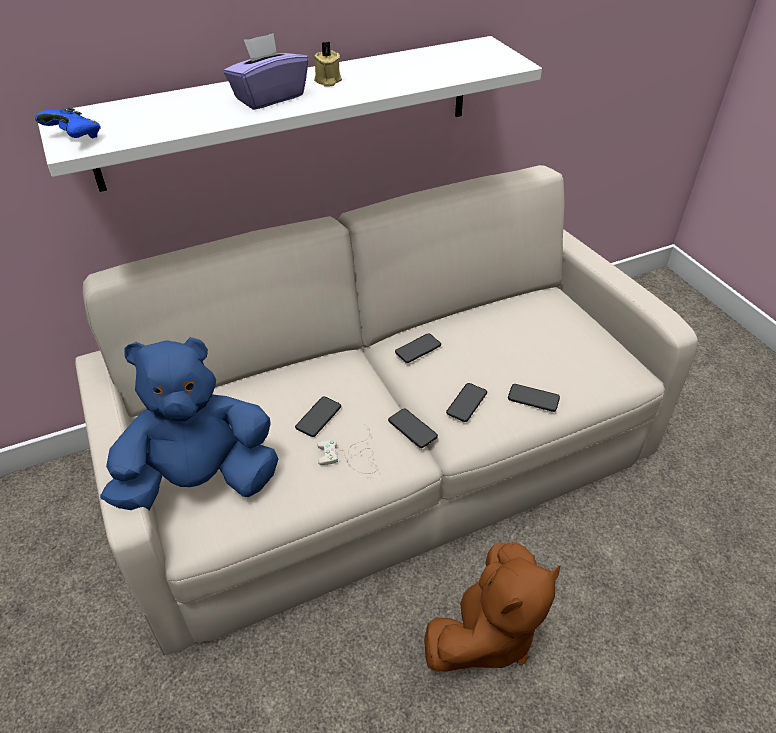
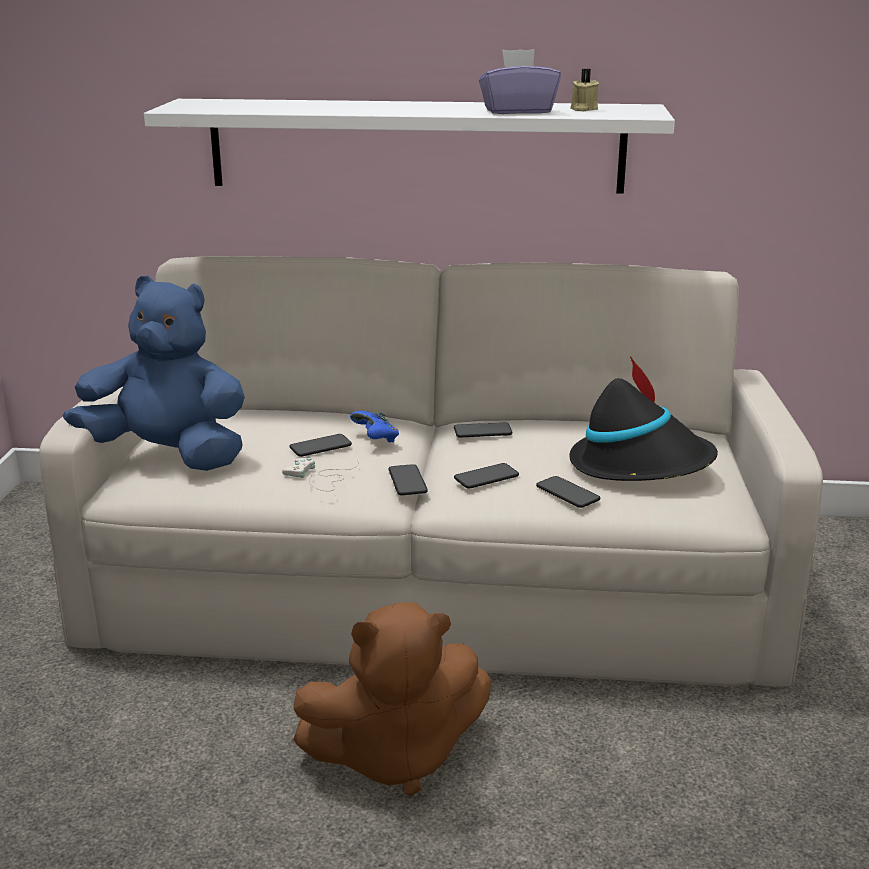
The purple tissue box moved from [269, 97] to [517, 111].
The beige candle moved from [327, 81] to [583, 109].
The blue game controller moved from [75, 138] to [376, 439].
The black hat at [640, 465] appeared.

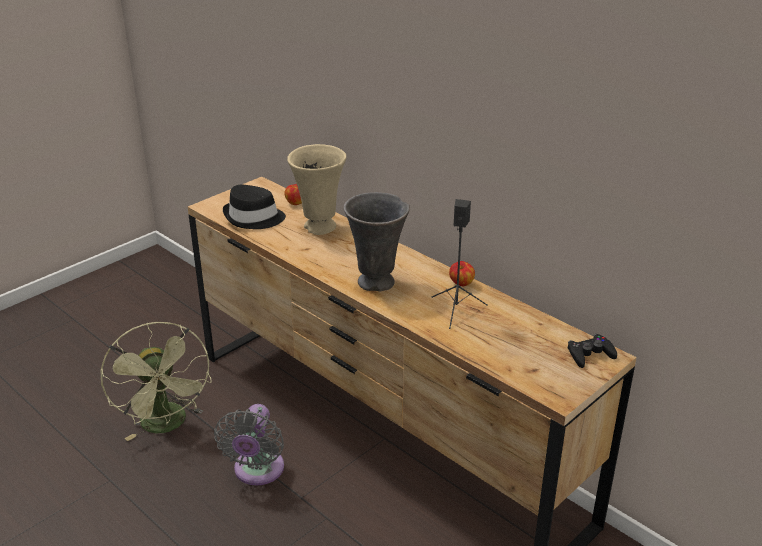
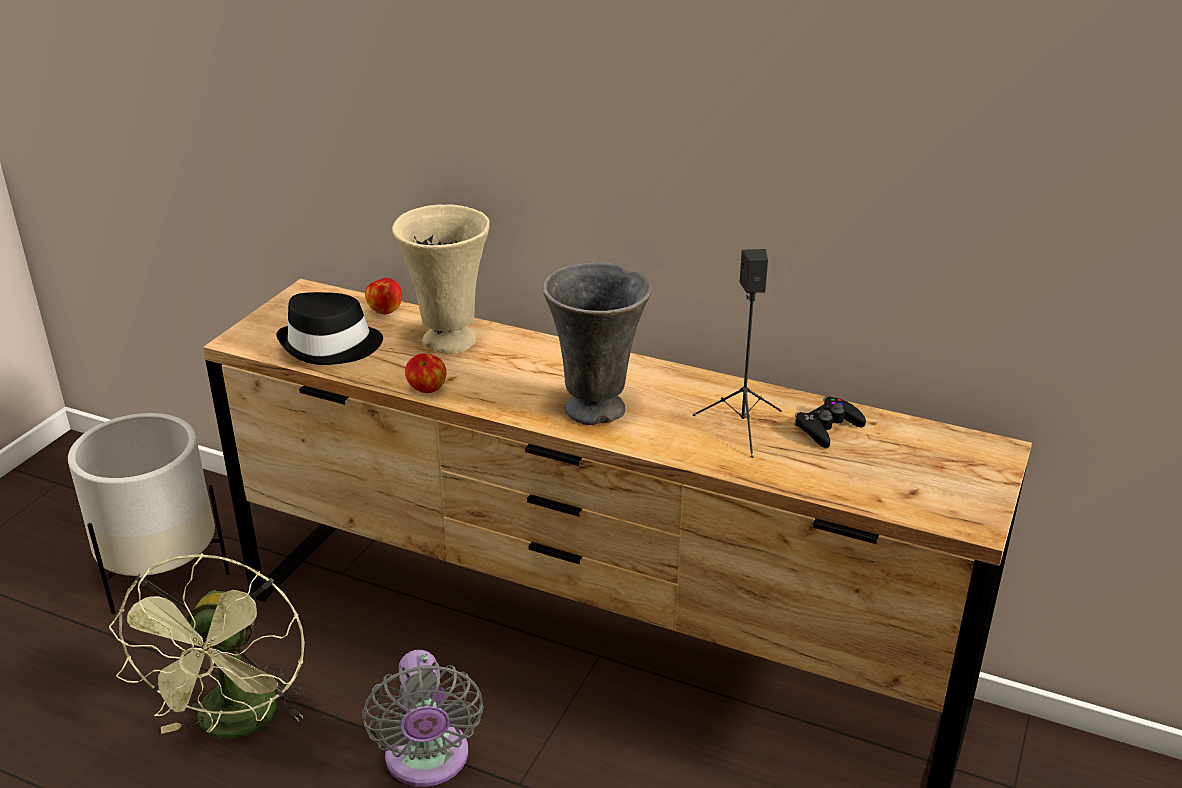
The apple moved from [461, 284] to [427, 390].
The green fan at [167, 425] turned 45 degrees clockwise.
The black game controller moved from [590, 355] to [827, 428].
The white planter at [163, 574] appeared.

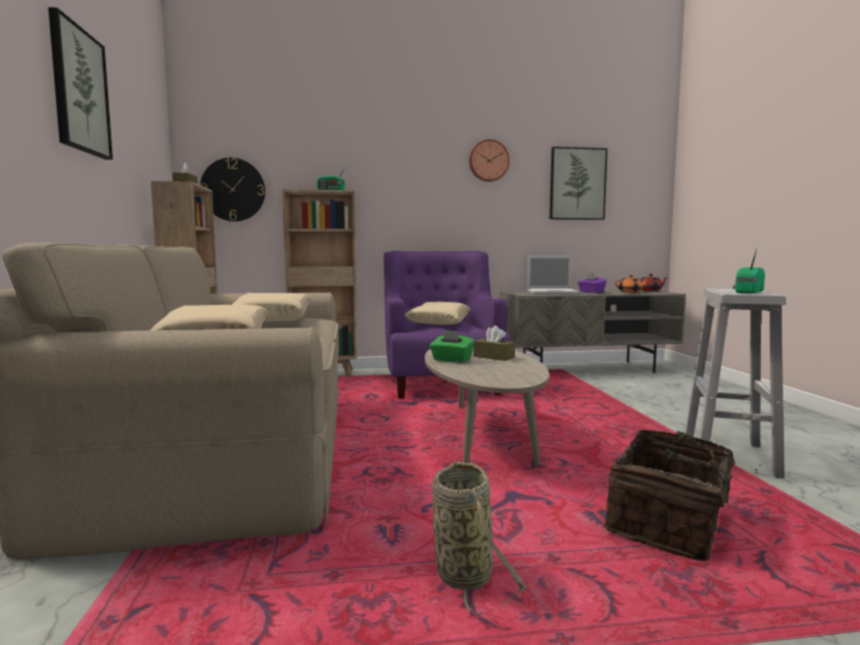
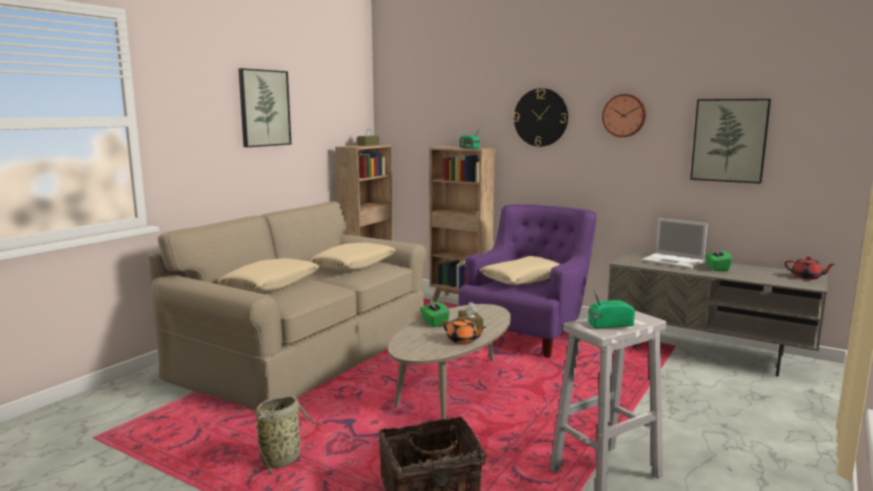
The wall clock moved from [233, 190] to [540, 117].
The purple tissue box at [591, 292] became the green tissue box at [717, 268].
The orange teapot moved from [631, 292] to [463, 340].

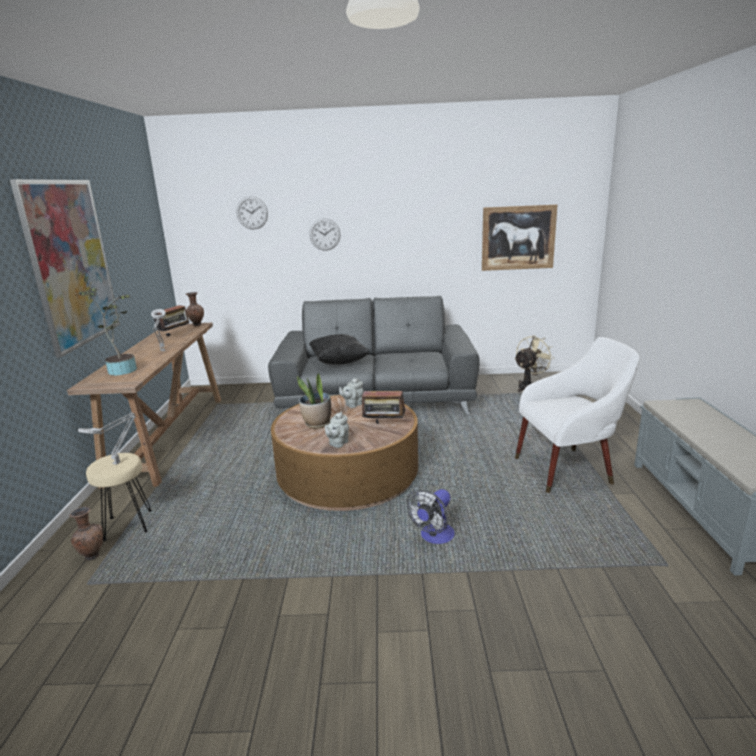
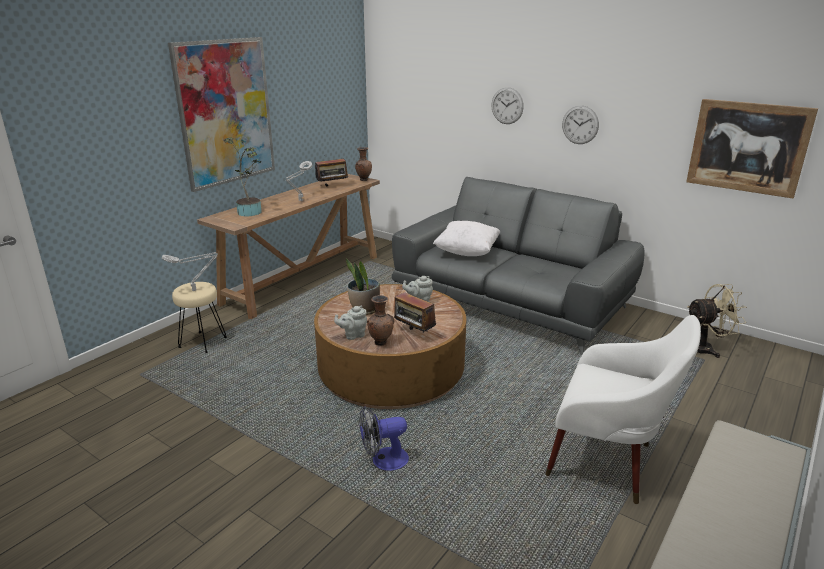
The wall clock moved from [252, 213] to [580, 125].
The black pillow at [339, 362] became the white pillow at [467, 252].
The brown vase moved from [92, 556] to [380, 342].

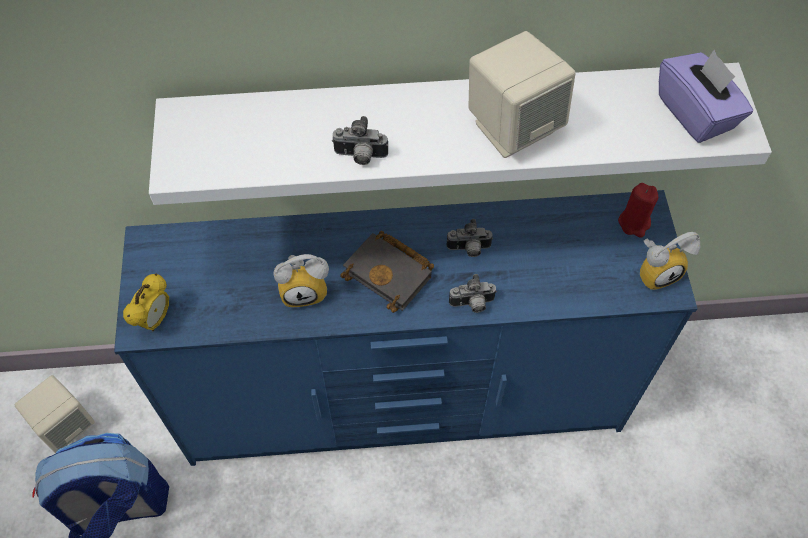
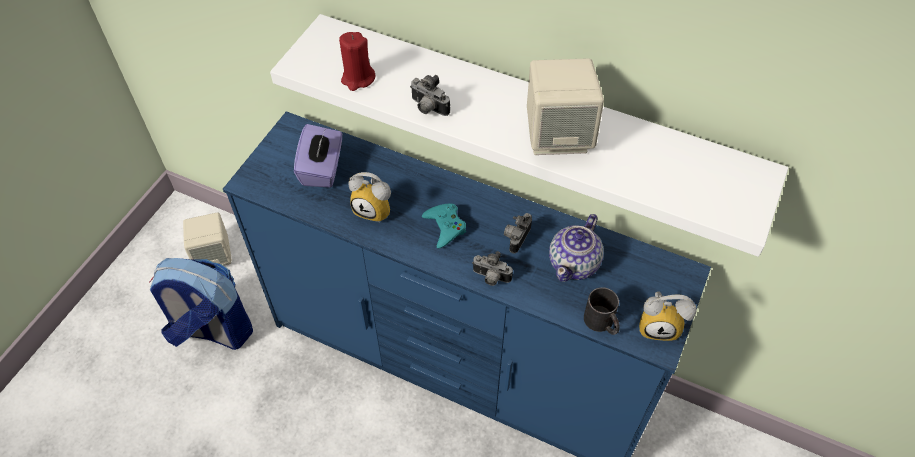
The purple tissue box moved from [695, 113] to [322, 169].
The red candle moved from [634, 223] to [357, 78].
The photo camera at [469, 249] turned 90 degrees clockwise.
The black book at [391, 274] was replaced by the turquoise game controller at [445, 227].
The alarm clock at [155, 319] disappeared.
The teapot at [574, 263] appeared.
The black mug at [602, 323] appeared.

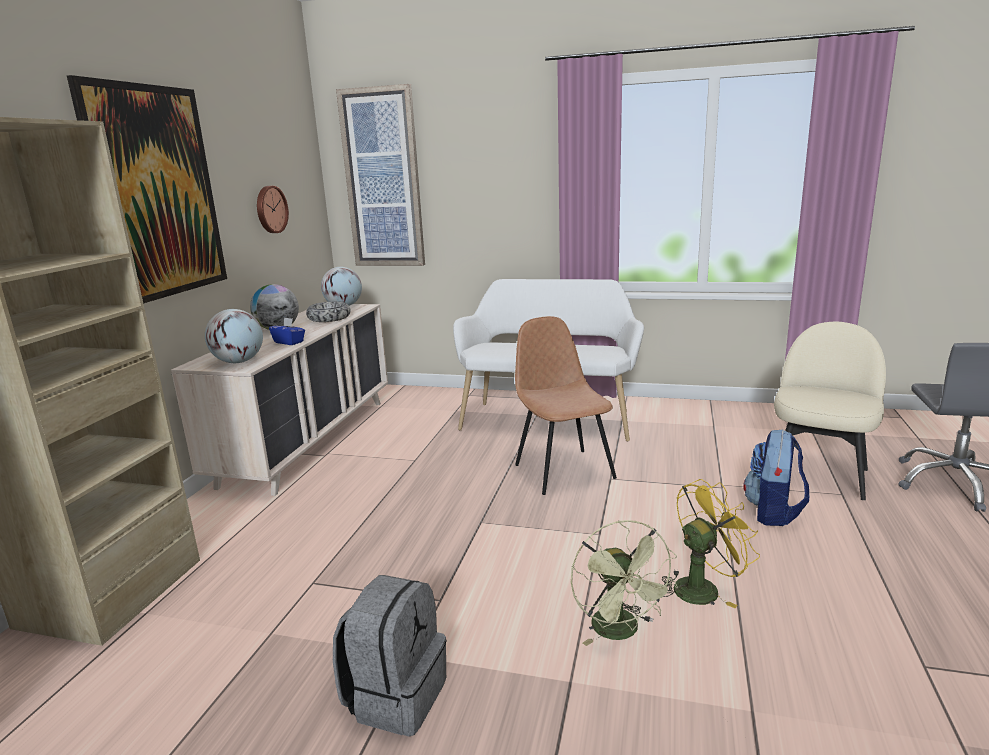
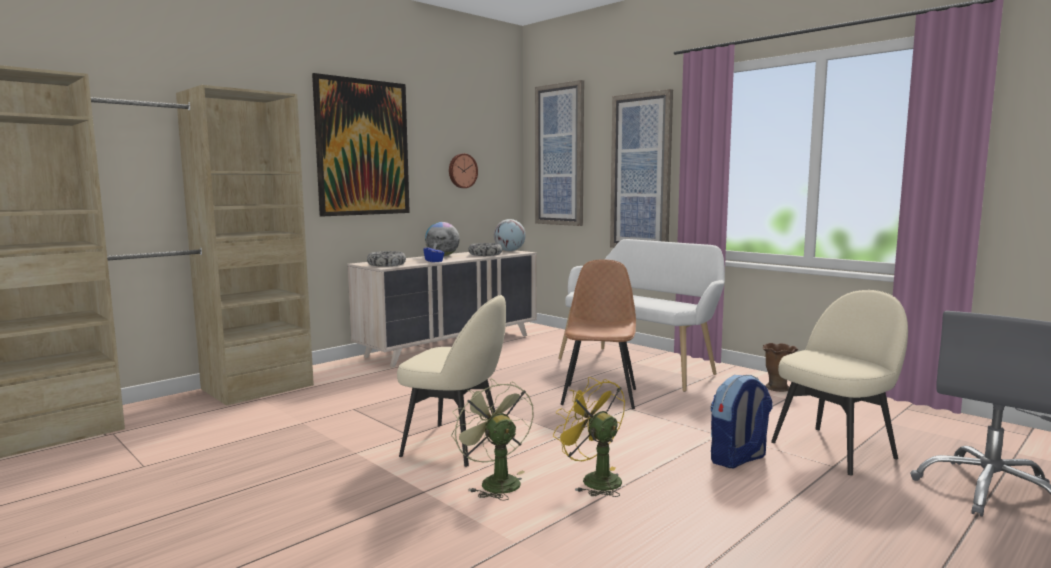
The globe at [238, 362] was replaced by the bowl at [386, 265].
The yellow fan at [702, 587] turned 135 degrees counterclockwise.
The green fan at [621, 632] turned 135 degrees clockwise.
The grey backpack at [396, 696] disappeared.
The picture at [641, 172] appeared.
The beige chair at [455, 444] appeared.
The brown vase at [777, 388] appeared.

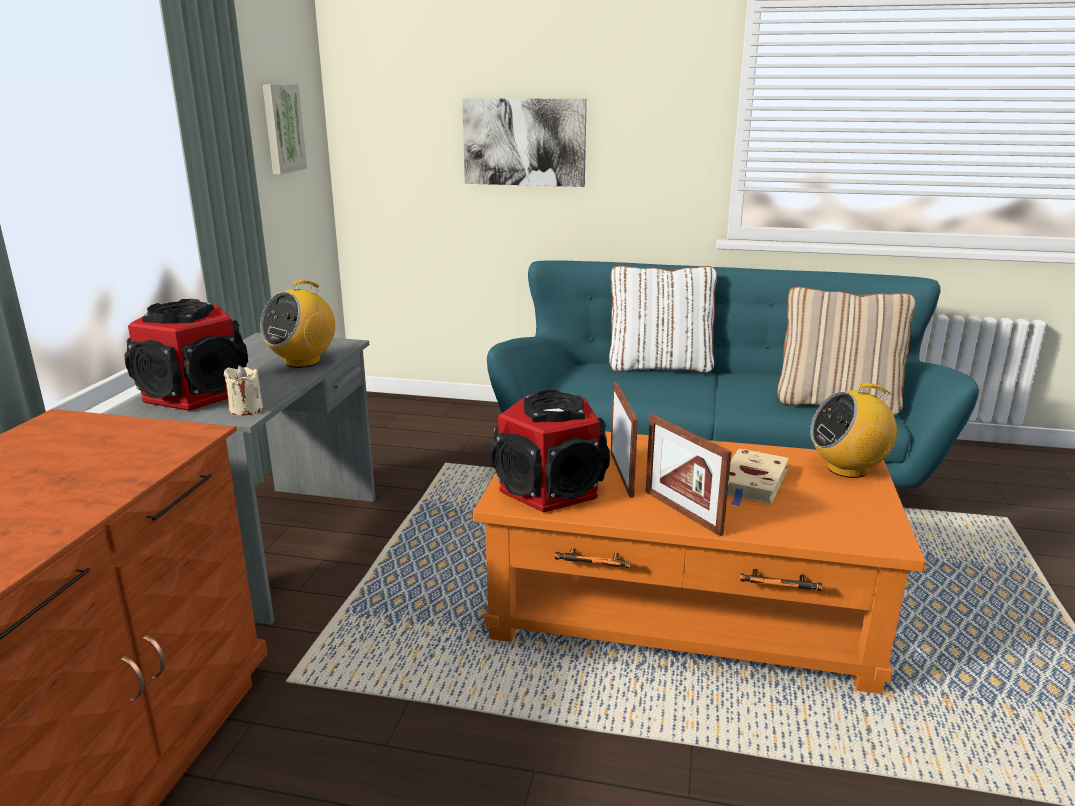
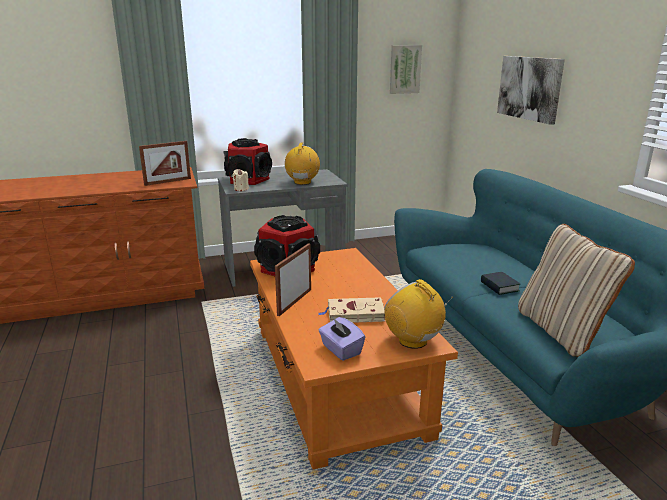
The white pillow at [659, 366] disappeared.
The radio at [303, 362] turned 90 degrees clockwise.
The picture frame moved from [621, 474] to [168, 182].
The book at [499, 287] appeared.
The purple tissue box at [341, 350] appeared.

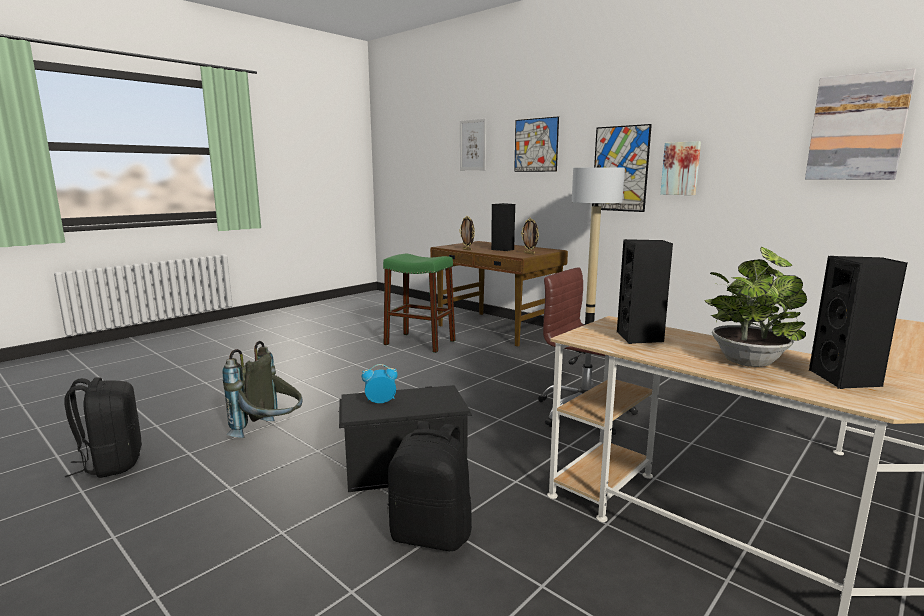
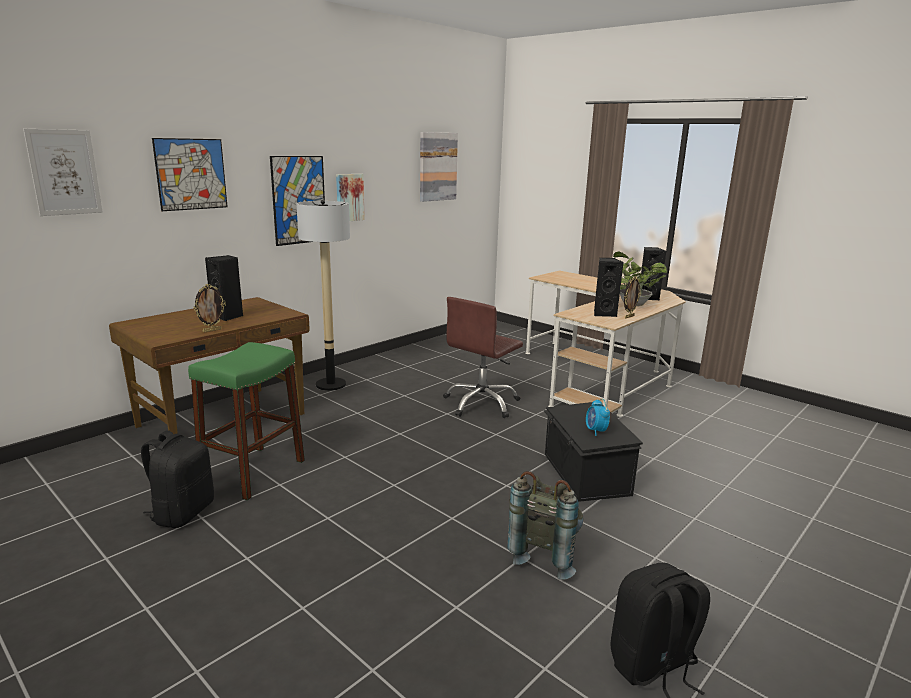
The picture frame moved from [529, 253] to [629, 317].
The black backpack moved from [432, 534] to [182, 512].

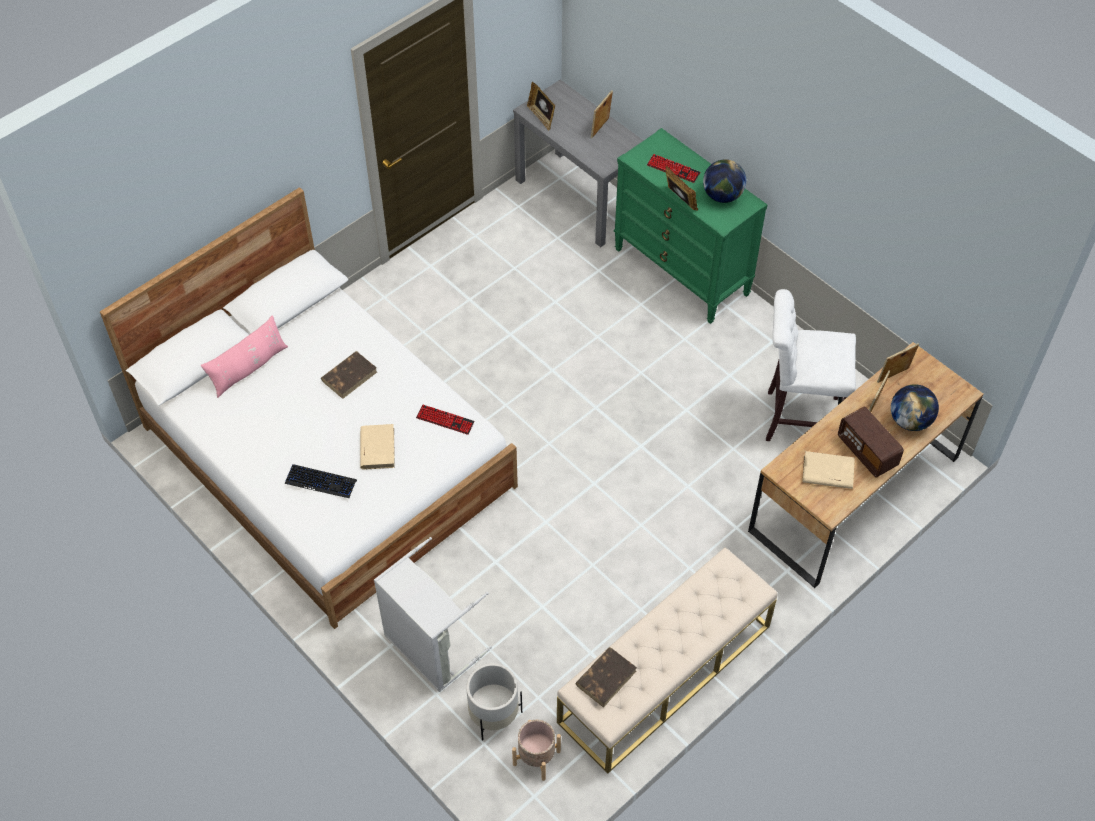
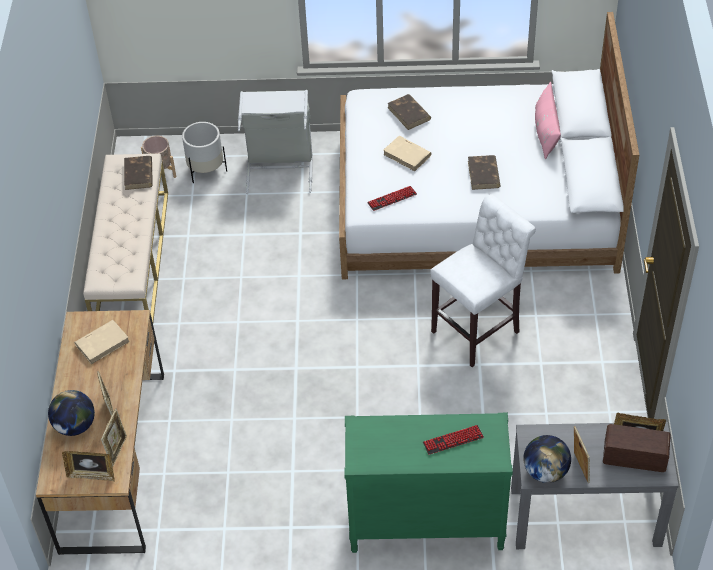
The globe moved from [722, 196] to [545, 471].
The picture frame moved from [679, 200] to [91, 475].
The white stool moved from [796, 418] to [479, 330].
The radio moved from [867, 452] to [634, 458].
The keyboard at [321, 482] was replaced by the brown book at [409, 114].

